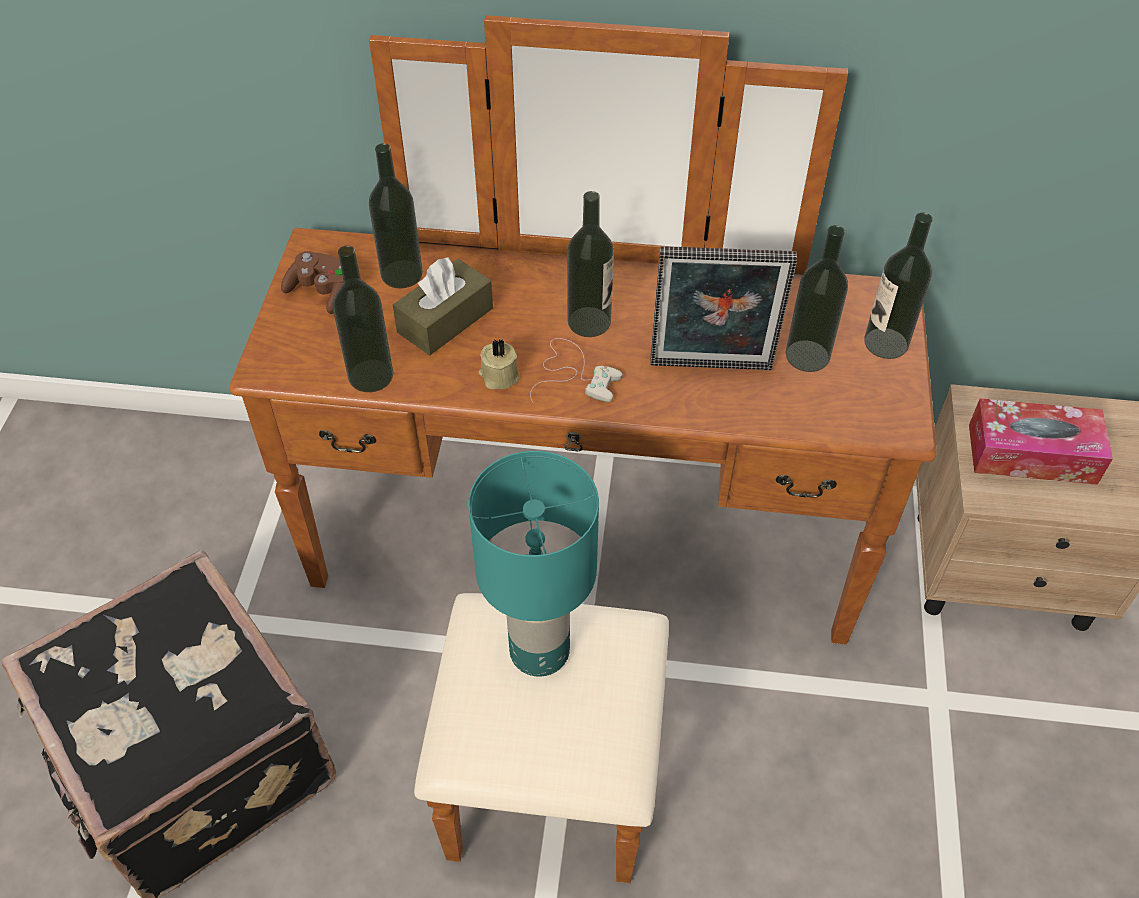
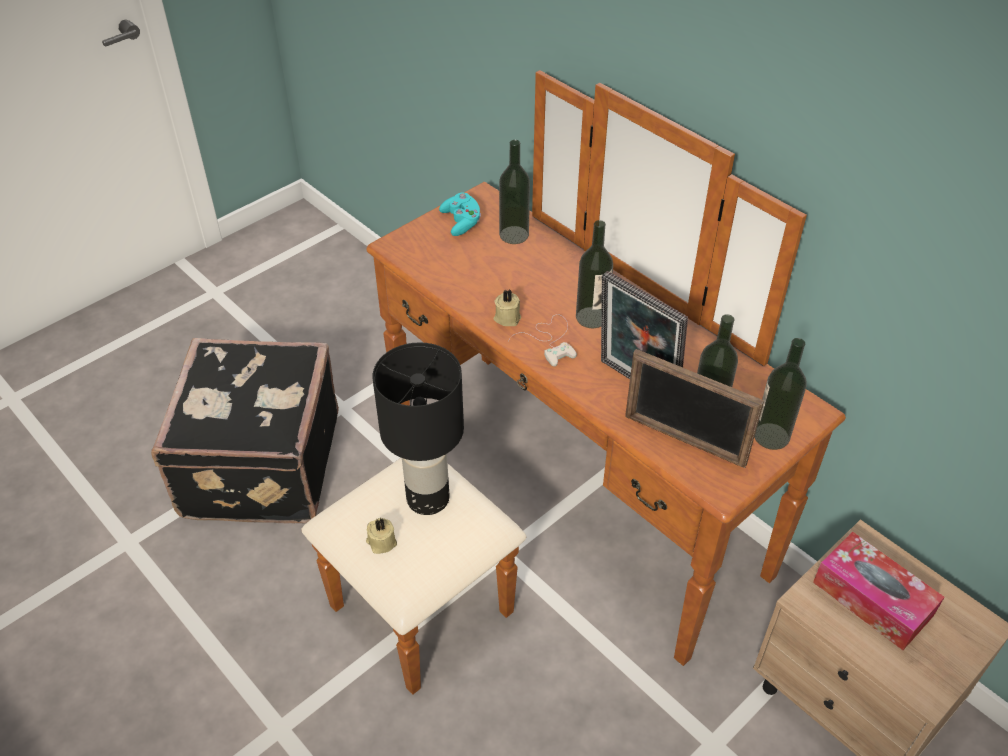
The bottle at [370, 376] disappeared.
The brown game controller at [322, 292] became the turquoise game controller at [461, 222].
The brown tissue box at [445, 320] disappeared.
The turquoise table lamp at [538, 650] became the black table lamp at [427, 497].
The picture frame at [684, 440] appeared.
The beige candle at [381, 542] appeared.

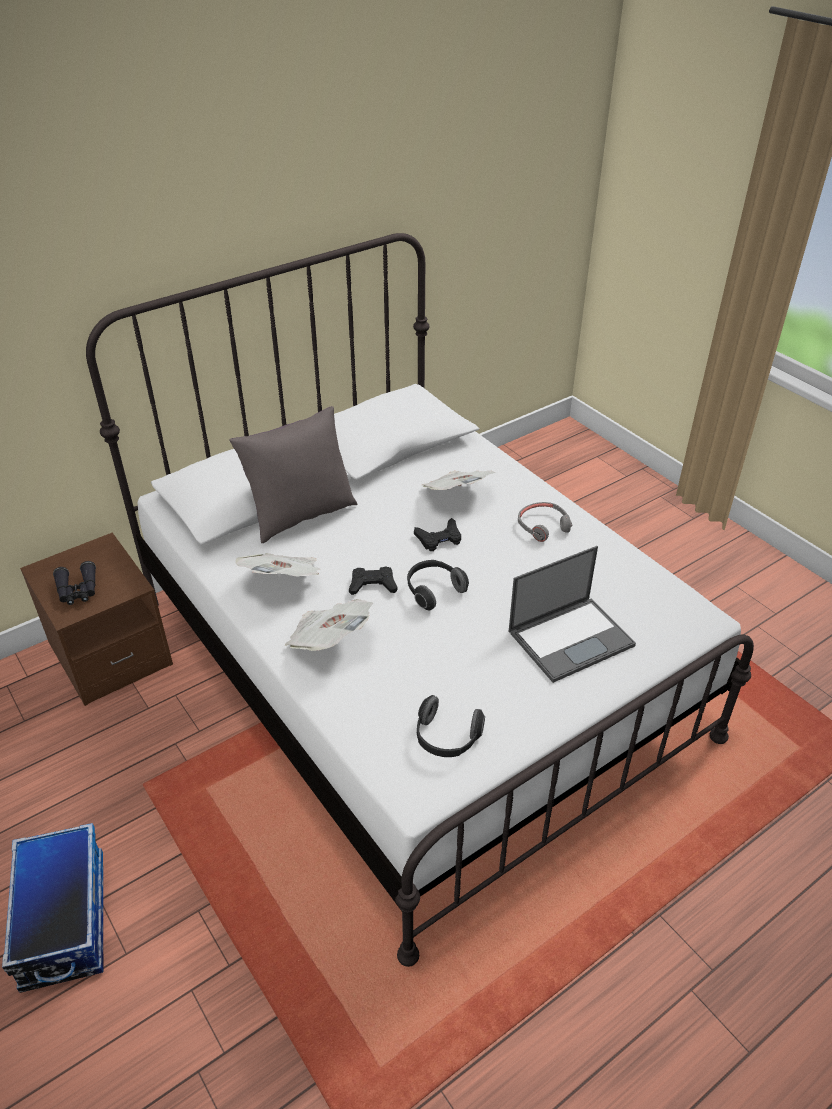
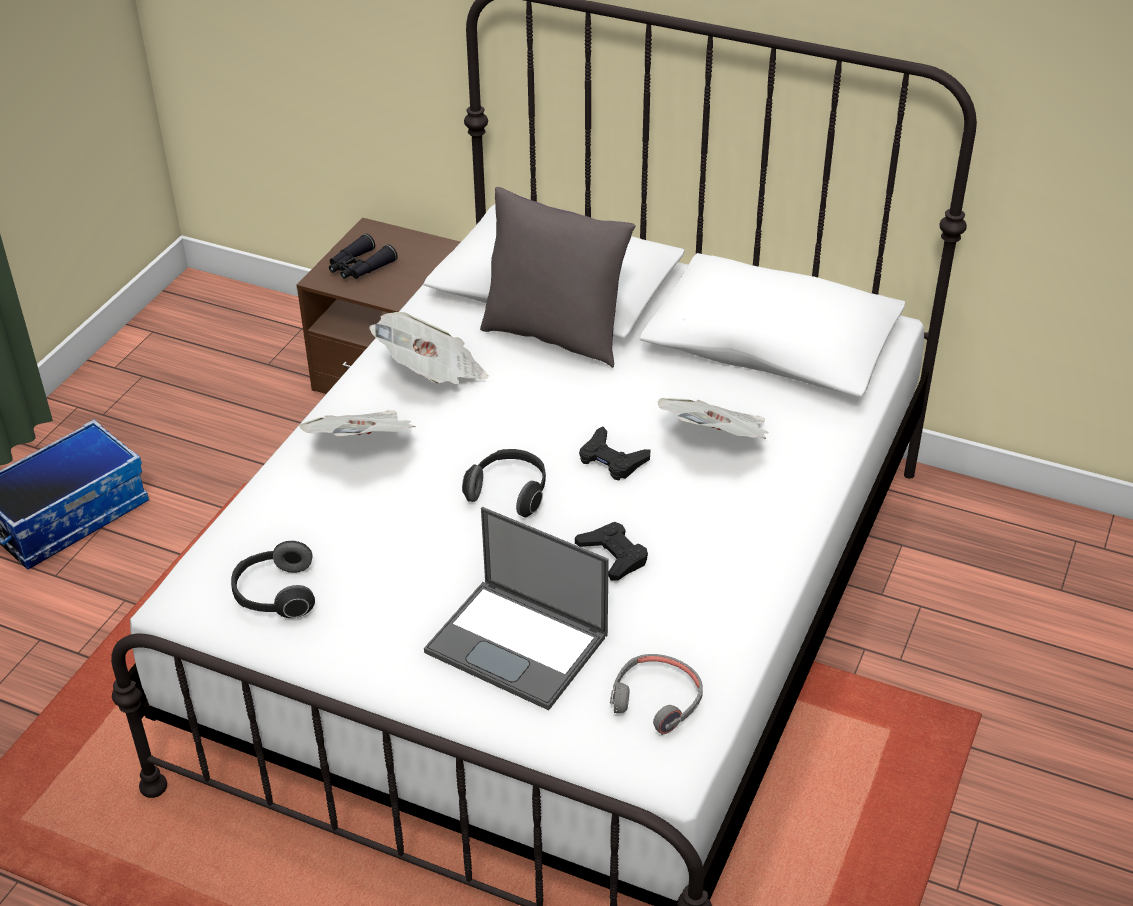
The grey headphones moved from [543, 526] to [656, 700].
The black game controller moved from [372, 585] to [613, 555].

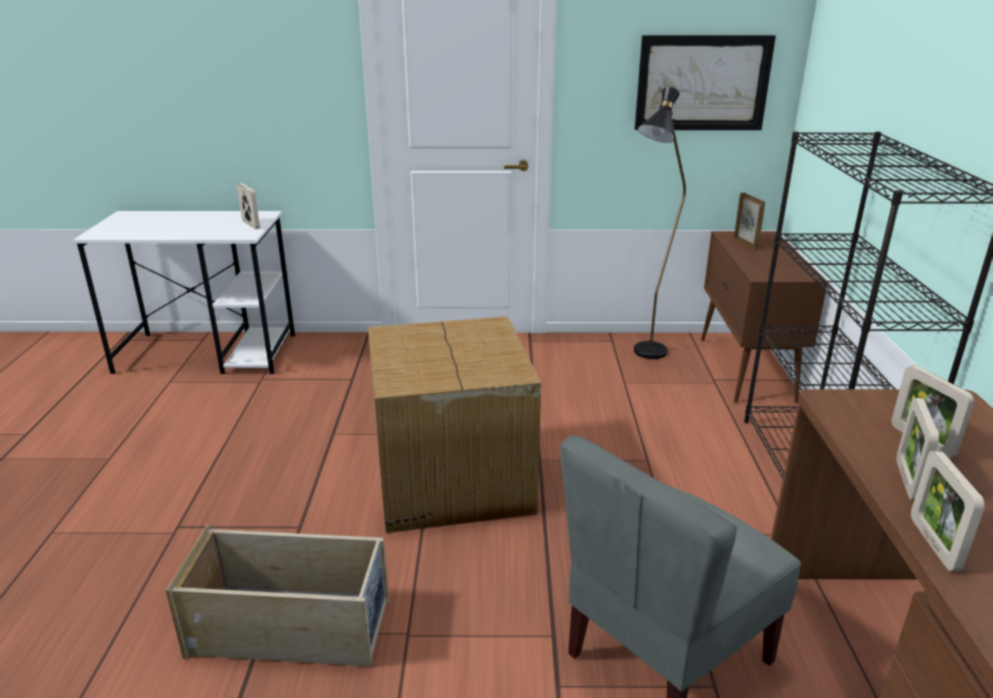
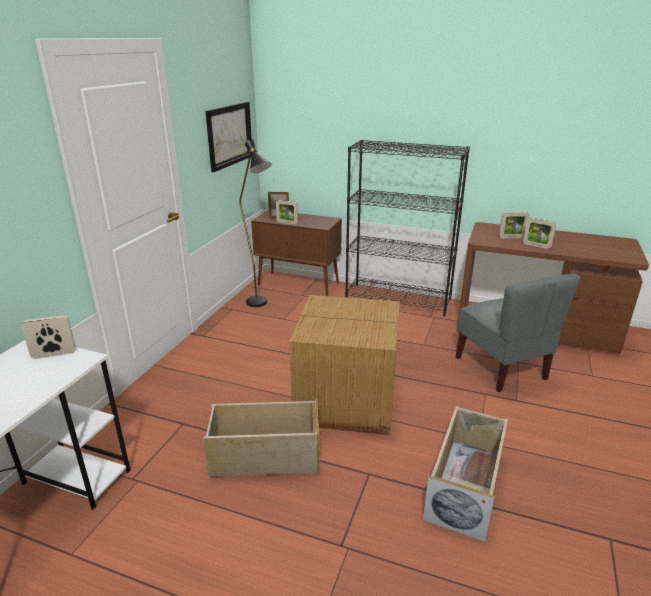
The picture frame moved from [933, 544] to [287, 223].
The beige storage box at [264, 457] appeared.

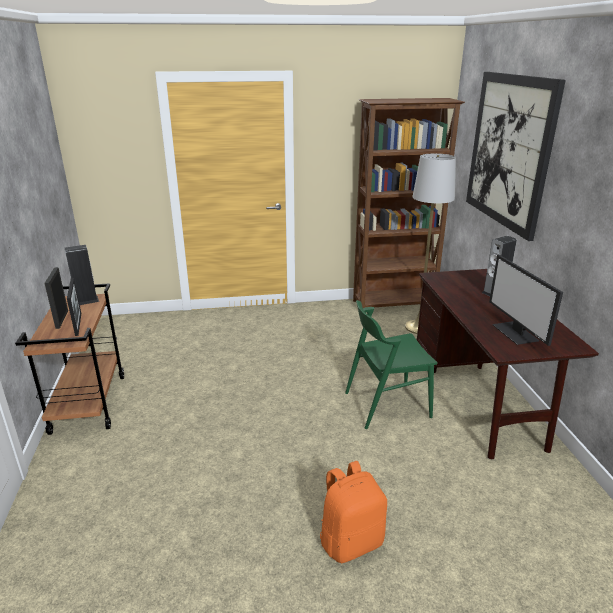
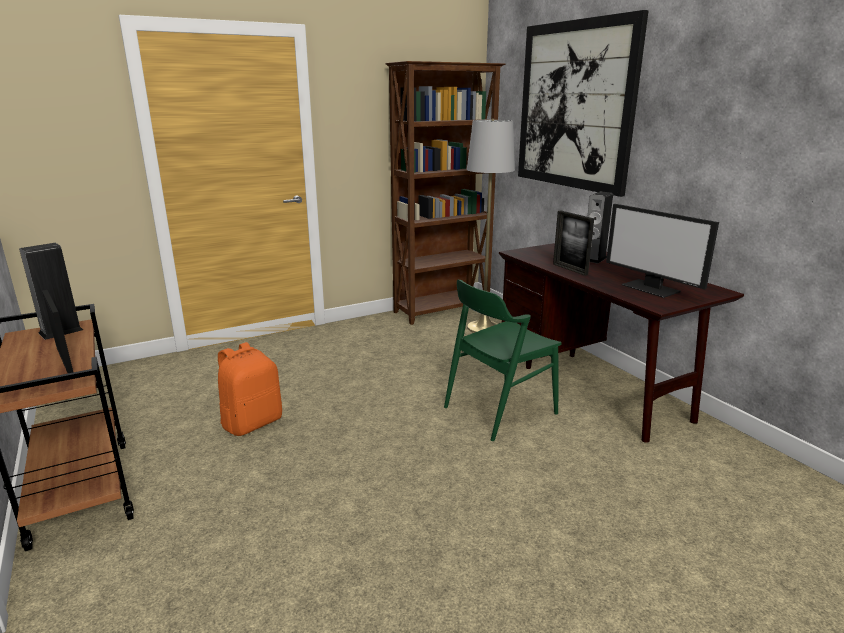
The picture frame moved from [62, 319] to [570, 269].
The orange backpack moved from [351, 541] to [252, 423].

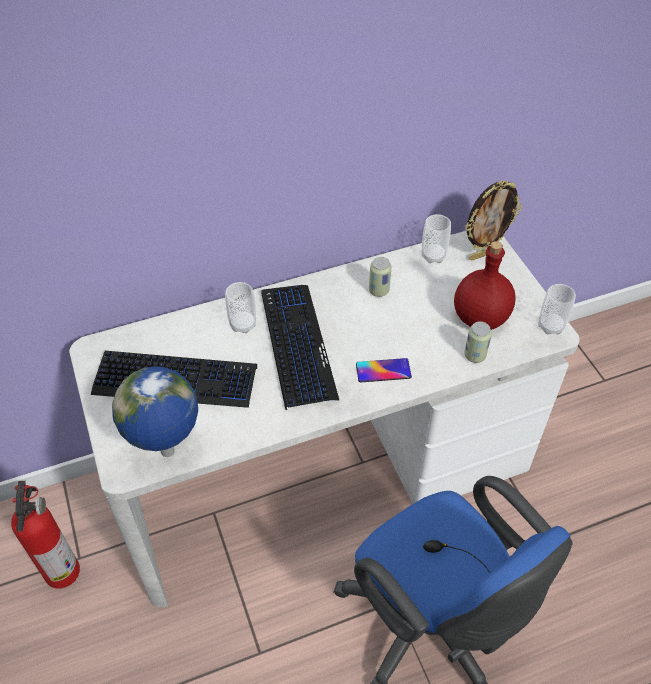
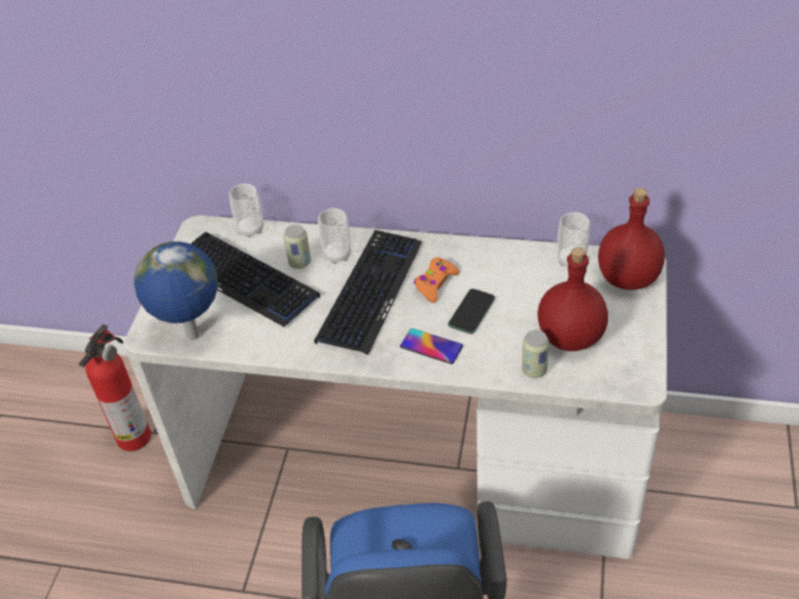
The picture frame at [484, 254] was replaced by the red bottle at [628, 277].
The can moved from [379, 290] to [300, 262].
The cup moved from [550, 326] to [251, 229].
The orange game controller at [435, 284] appeared.
The phone at [471, 312] appeared.

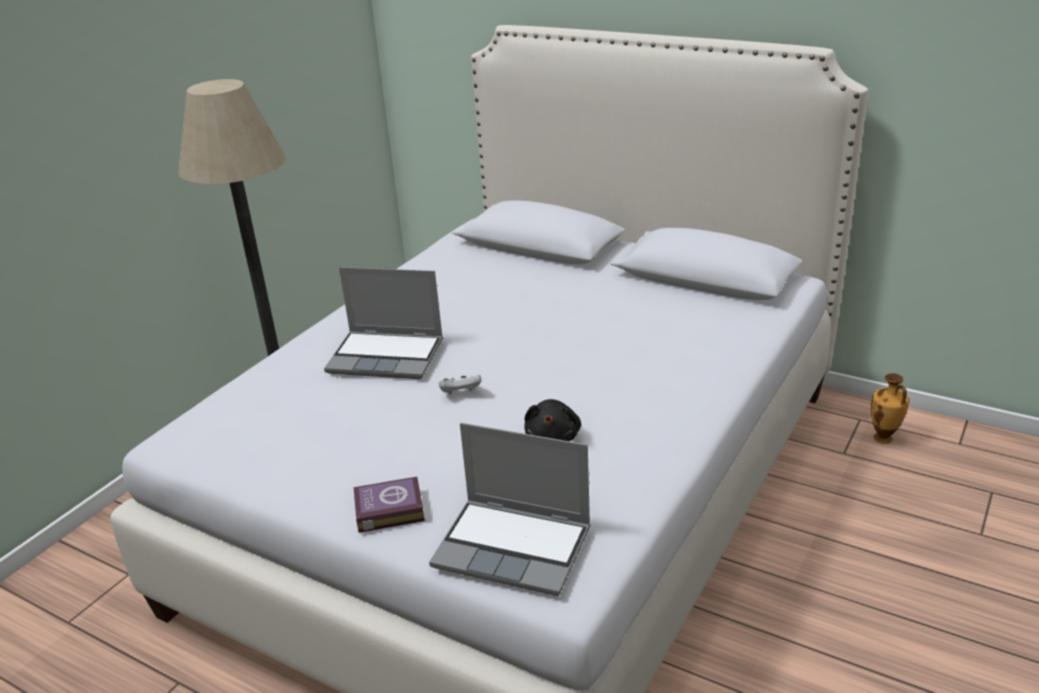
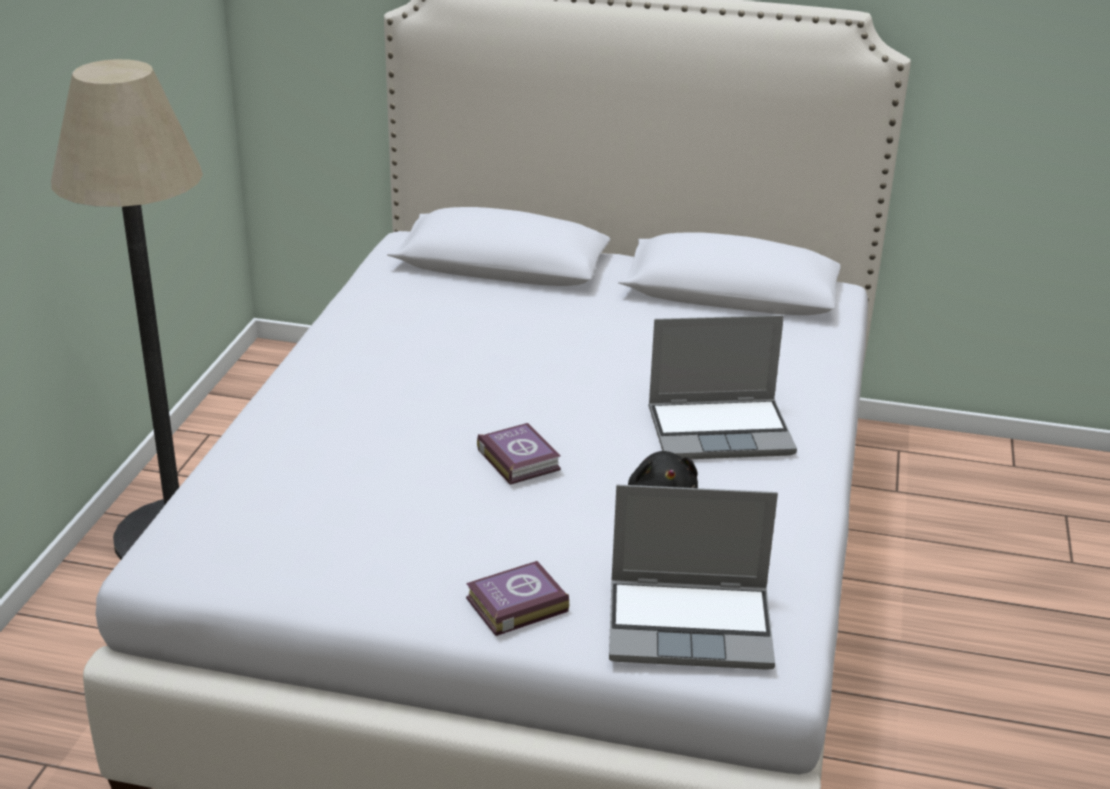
The laptop moved from [388, 356] to [721, 431].
The vase at [883, 439] disappeared.
The white game controller at [460, 393] was replaced by the book at [519, 458].

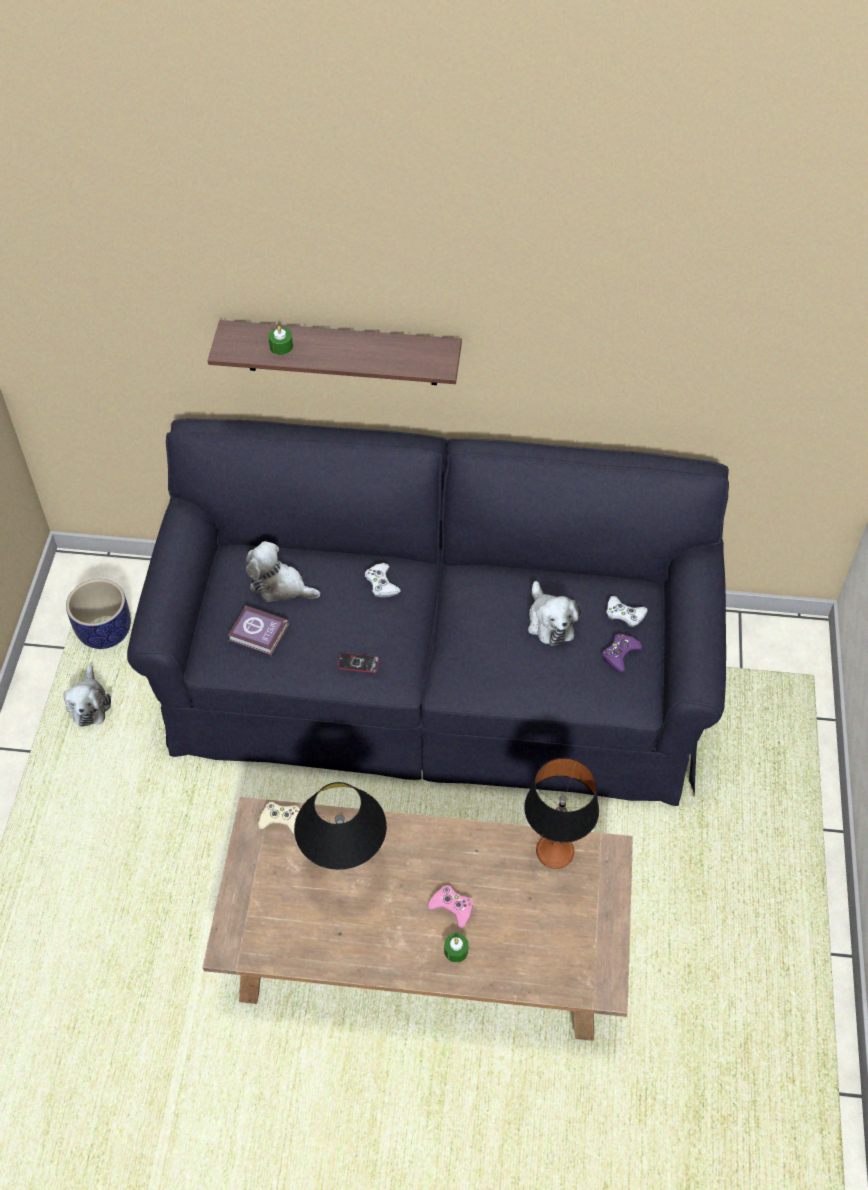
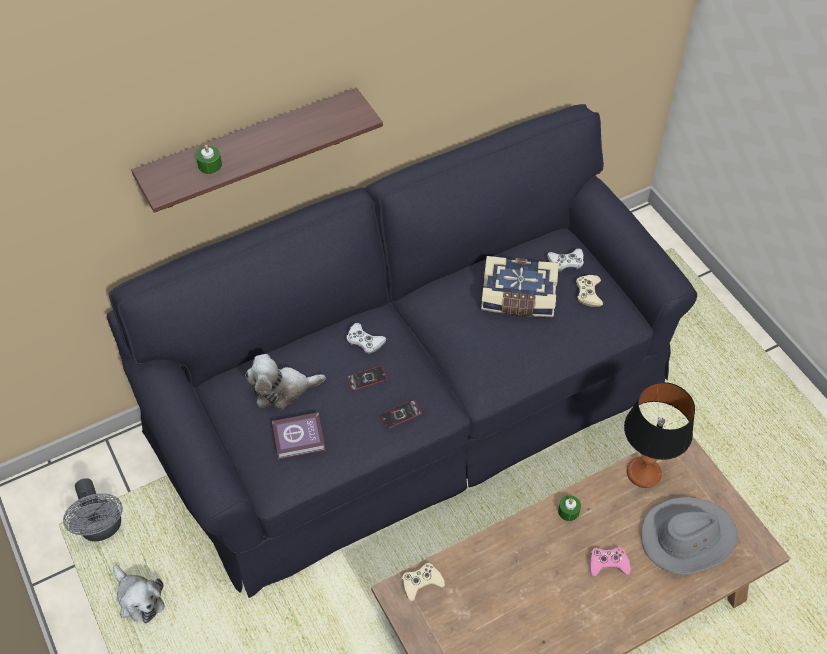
The planter at [106, 631] was replaced by the grey fan at [102, 529].
The plush toy at [549, 621] was replaced by the book at [518, 298].
The purple game controller at [620, 654] became the beige game controller at [588, 293].
The black table lamp at [345, 869] disappeared.
The green candle moved from [456, 951] to [568, 511].
The phone at [367, 378] appeared.
The grey hat at [687, 537] appeared.

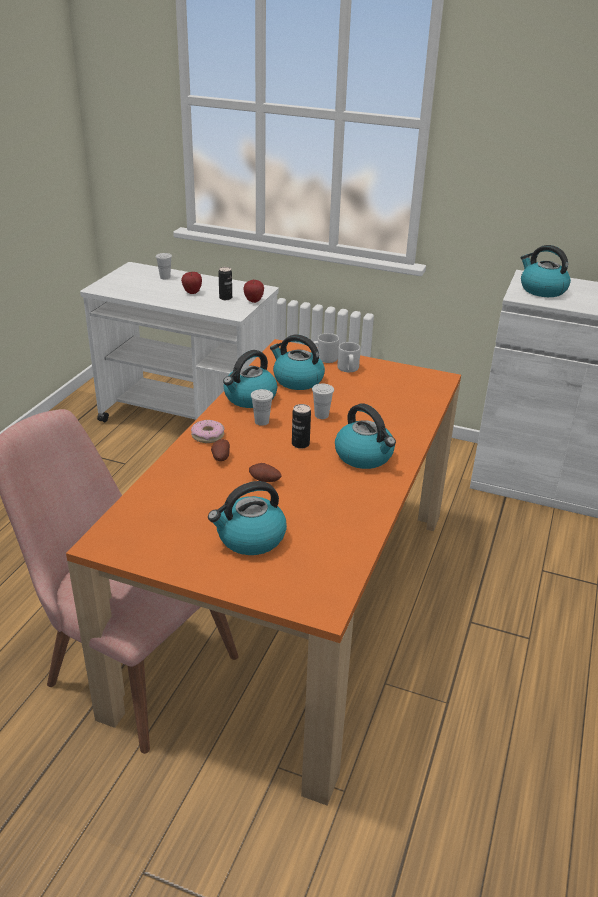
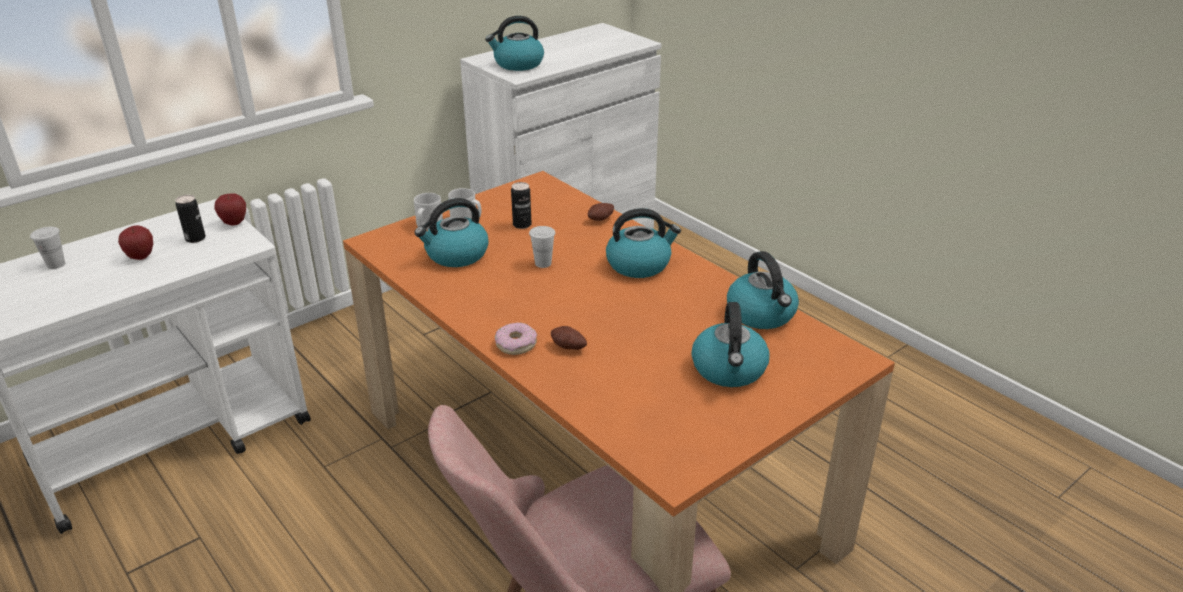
The kettle moved from [249, 398] to [762, 314].
The white cup at [261, 421] disappeared.
The can moved from [300, 444] to [522, 224].
The potato moved from [264, 481] to [601, 220].

